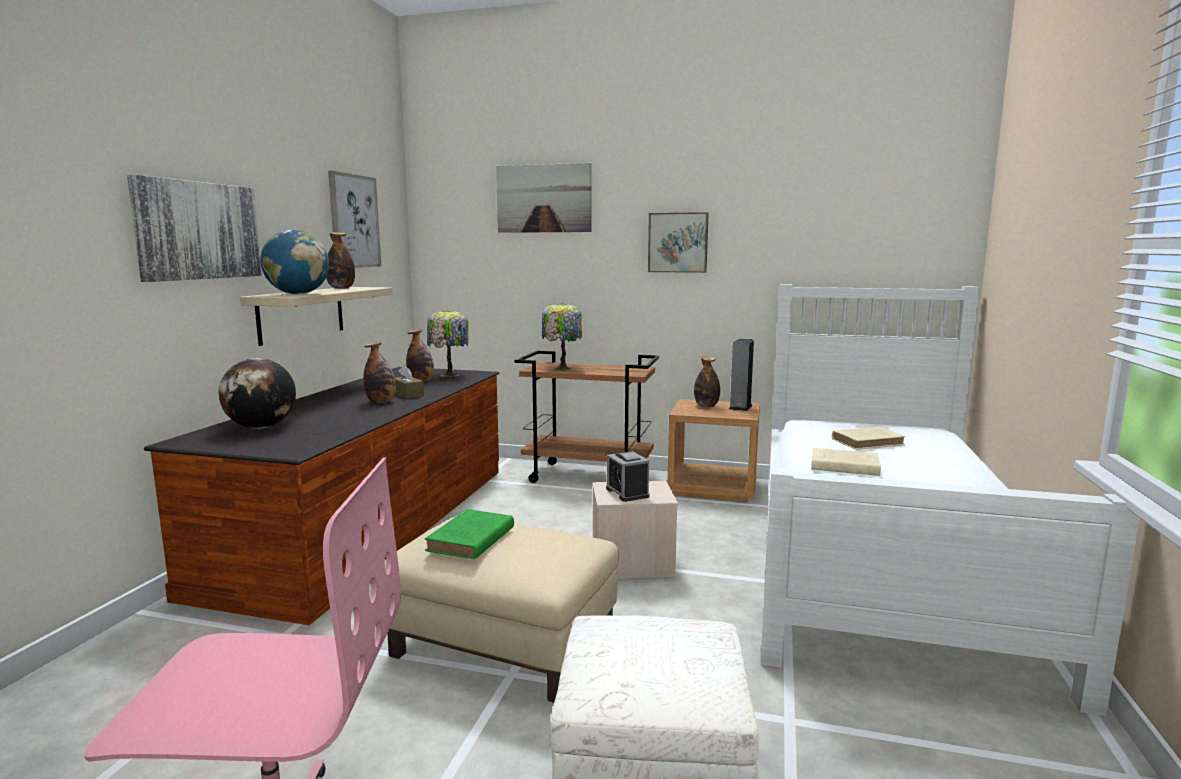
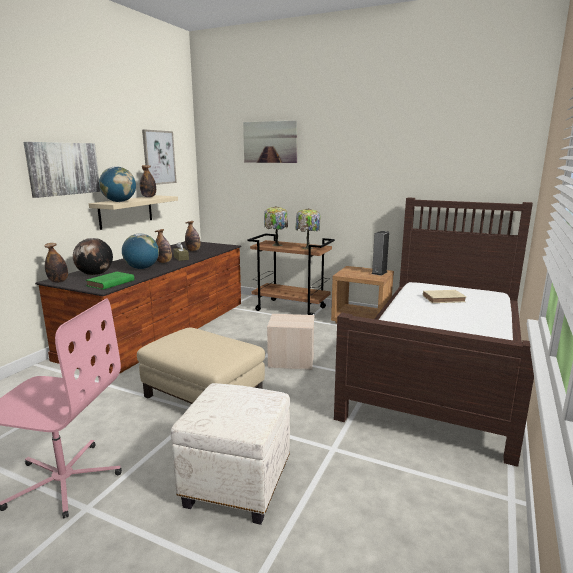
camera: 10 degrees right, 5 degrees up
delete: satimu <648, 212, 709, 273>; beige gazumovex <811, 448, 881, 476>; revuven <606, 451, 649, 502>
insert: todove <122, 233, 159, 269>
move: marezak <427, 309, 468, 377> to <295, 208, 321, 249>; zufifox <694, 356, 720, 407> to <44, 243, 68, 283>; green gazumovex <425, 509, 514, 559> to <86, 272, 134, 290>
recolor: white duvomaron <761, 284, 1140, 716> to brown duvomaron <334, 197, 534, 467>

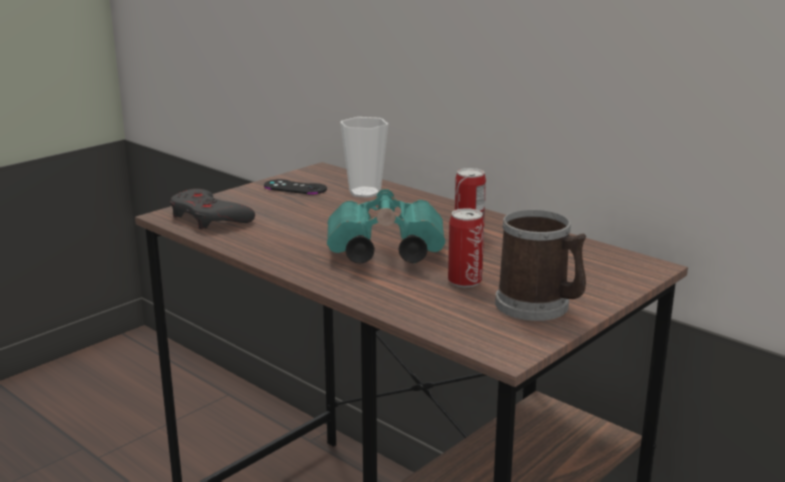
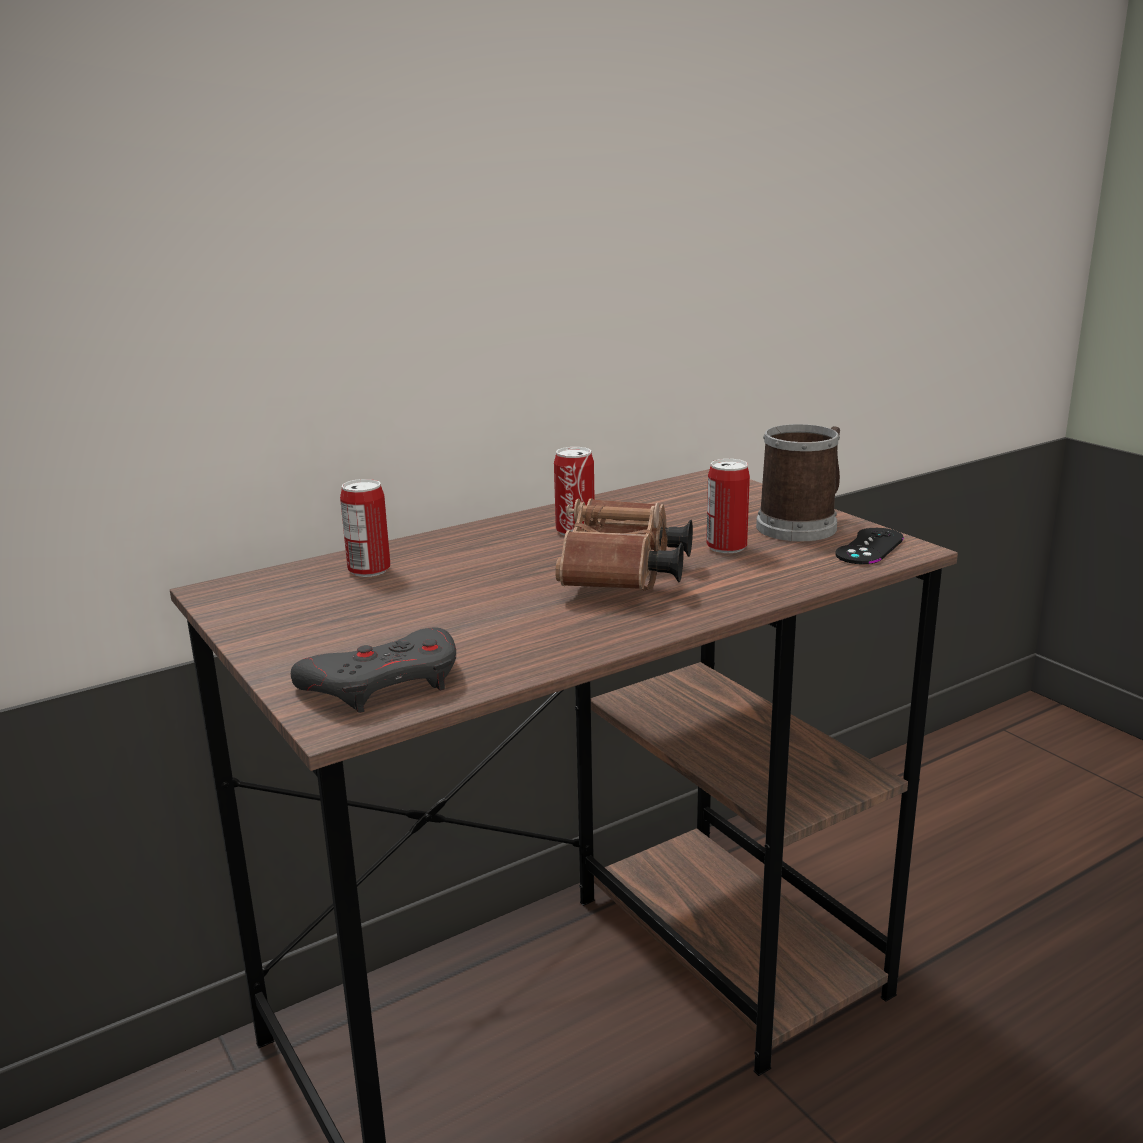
camera: 75 degrees left, 0 degrees up
move: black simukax <264, 179, 327, 194> to <835, 528, 904, 564>
replace: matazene <340, 117, 388, 198> to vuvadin <340, 479, 390, 577>
recolor: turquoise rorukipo <327, 189, 445, 264> to brown rorukipo <555, 498, 693, 591>

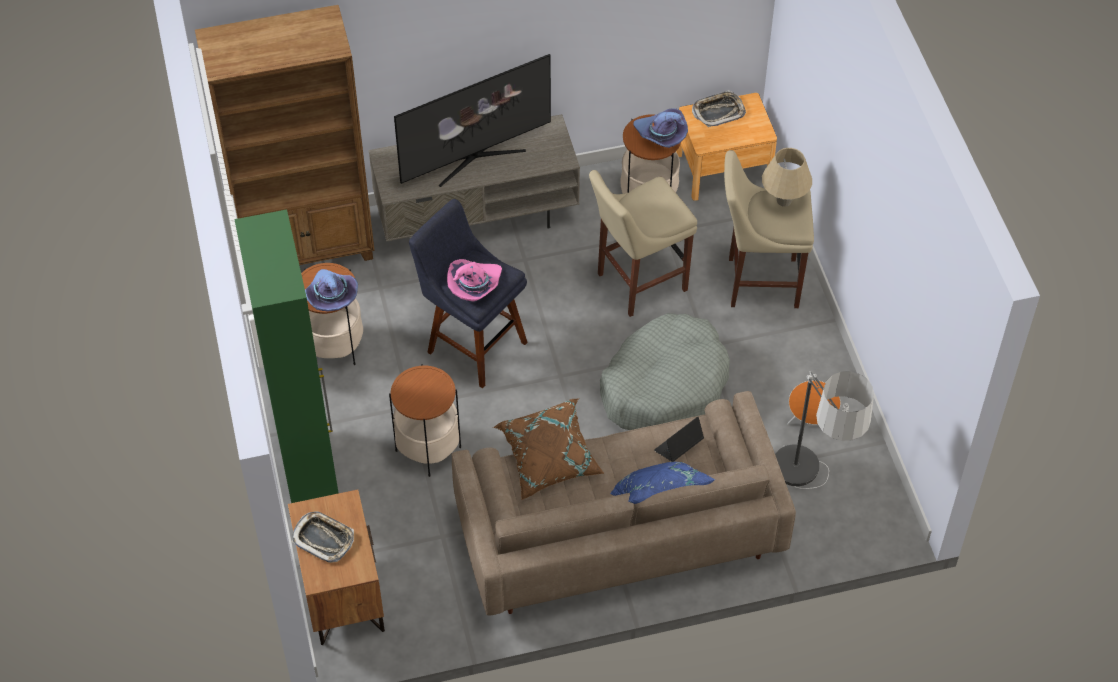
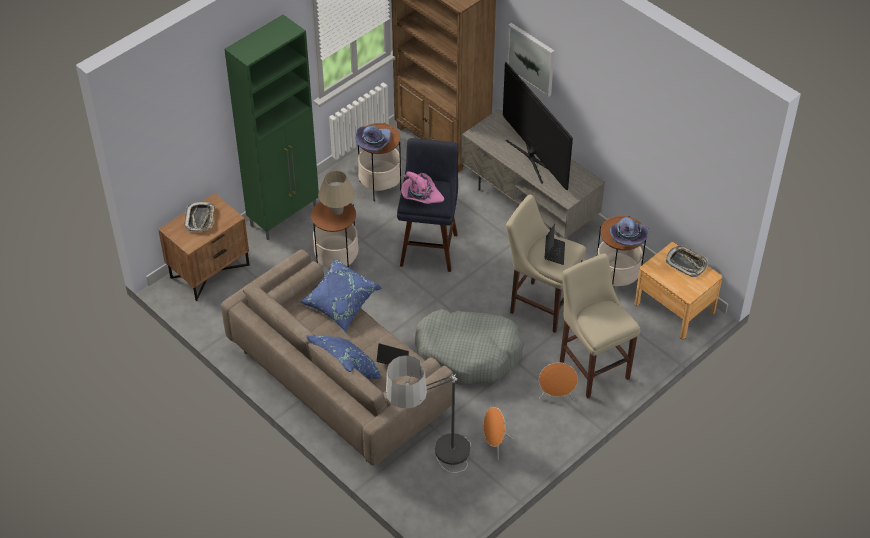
camera: 60 degrees right, 5 degrees down
insert: satimu <507, 23, 554, 97>; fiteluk <544, 224, 565, 265>; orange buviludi <539, 362, 578, 400>
move: beige marezak <762, 148, 812, 207> to <318, 170, 355, 215>
recolor: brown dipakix <493, 398, 604, 500> to blue dipakix <300, 259, 381, 332>
rotate: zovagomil <394, 54, 551, 187> = <503, 62, 573, 190> 150 degrees counterclockwise

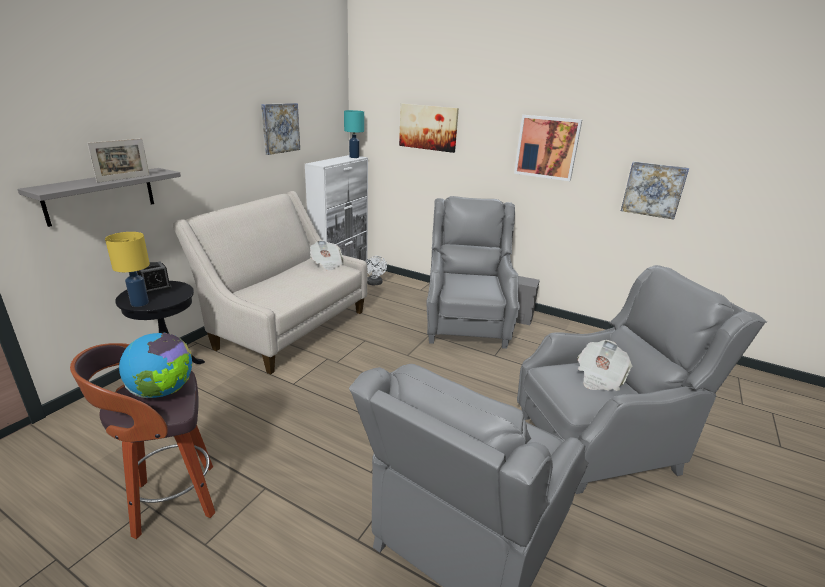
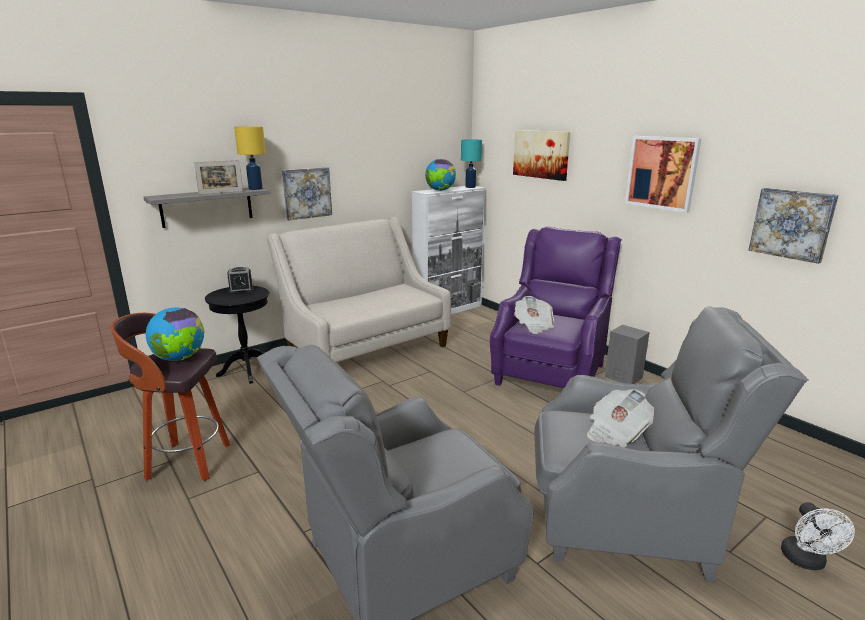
camera: 25 degrees right, 5 degrees down
insert: todove <425, 159, 456, 191>
move: satimu <261, 103, 300, 155> to <282, 167, 332, 221>; yellow marezak <105, 232, 150, 307> to <234, 127, 266, 190>; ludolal <310, 240, 344, 271> to <514, 296, 554, 334>; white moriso <366, 256, 387, 285> to <781, 502, 855, 570>
recolor: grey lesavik <427, 196, 520, 349> to purple lesavik <490, 227, 622, 388>

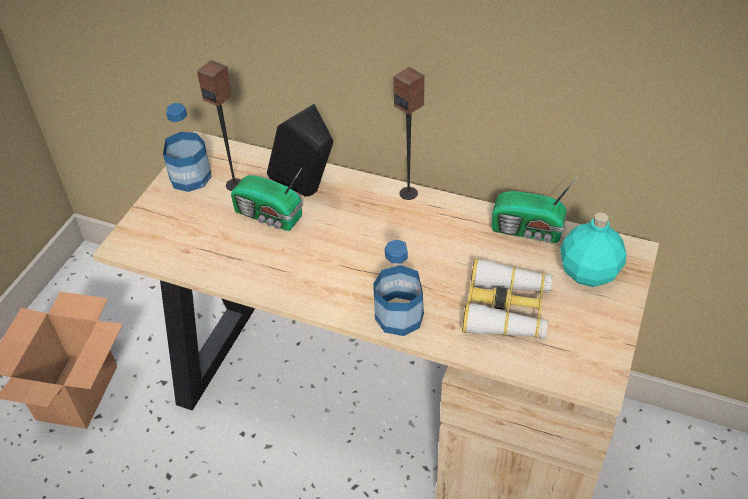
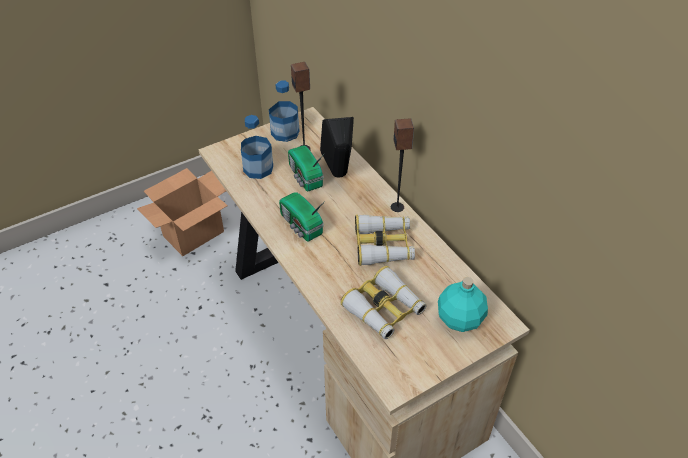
camera: 35 degrees right, 0 degrees up
insert: rorukipo <355, 215, 415, 266>
move: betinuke <491, 176, 578, 243> to <279, 192, 325, 241>; zufifox <373, 240, 424, 336> to <241, 115, 273, 179>

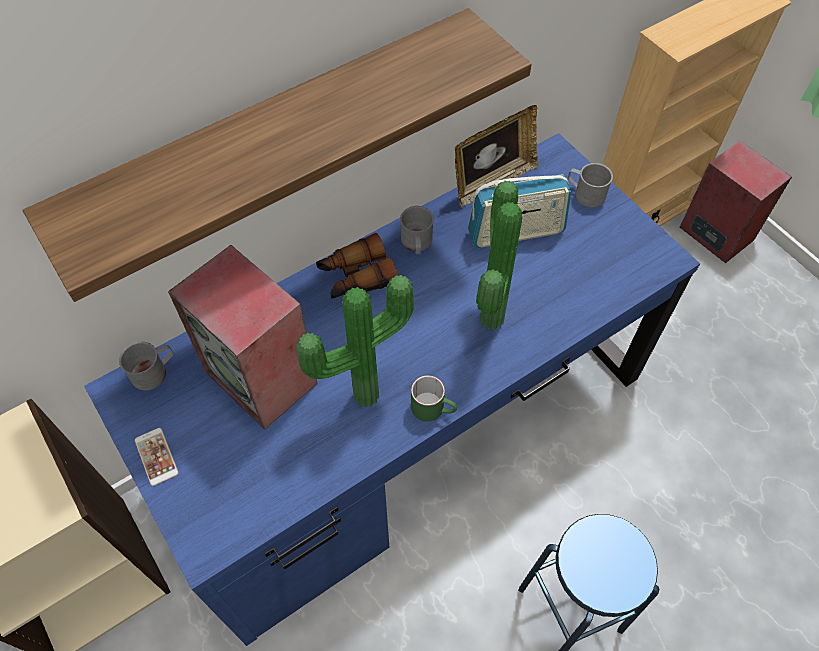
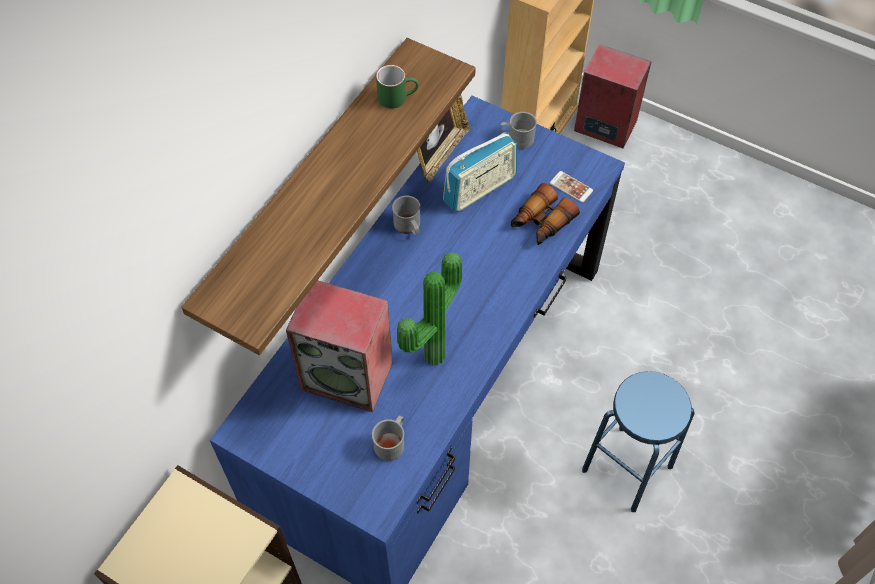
camera: 25 degrees left, 0 degrees up
delete: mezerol <476, 181, 522, 330>
move: rorukipo <316, 233, 398, 299> to <511, 183, 580, 245>; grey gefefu <119, 341, 173, 390> to <372, 415, 404, 461>; green gefefu <411, 375, 457, 422> to <376, 65, 419, 109>; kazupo <135, 428, 179, 486> to <550, 171, 593, 203>

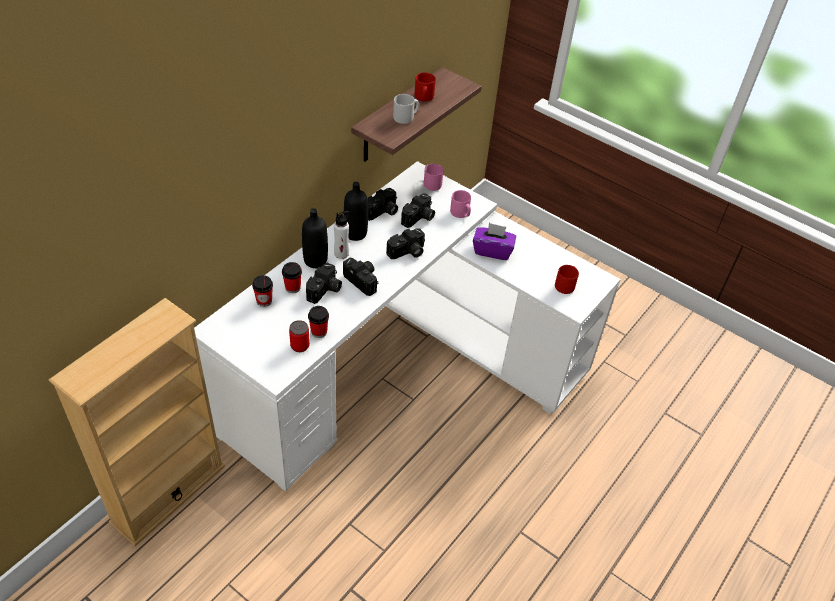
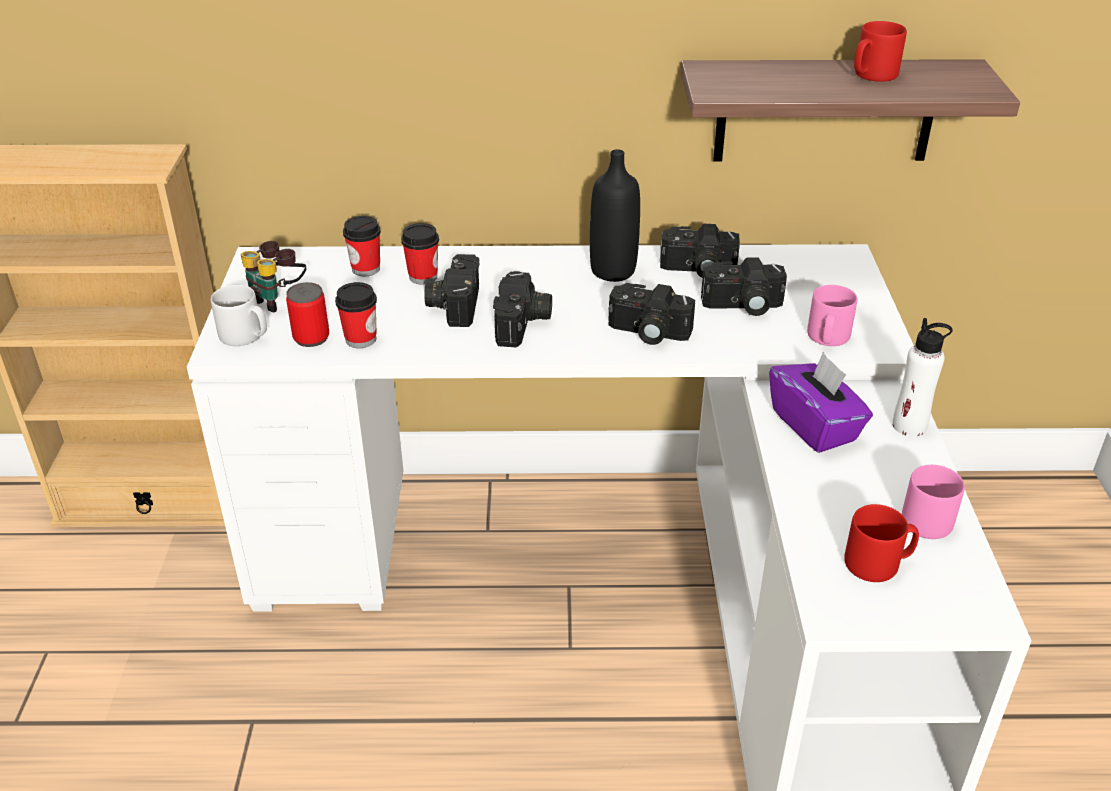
camera: 55 degrees right, 10 degrees down
delete: black zufifox <302, 208, 328, 268>
insert: rorukipo <241, 241, 306, 312>
move: grey gefefu <393, 94, 419, 124> to <211, 285, 267, 346>; pink gefefu <424, 164, 443, 191> to <902, 465, 965, 539>; white zufifox <334, 211, 349, 259> to <892, 318, 953, 437>
rotate: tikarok <306, 263, 342, 304> = <424, 254, 480, 327> 105 degrees clockwise

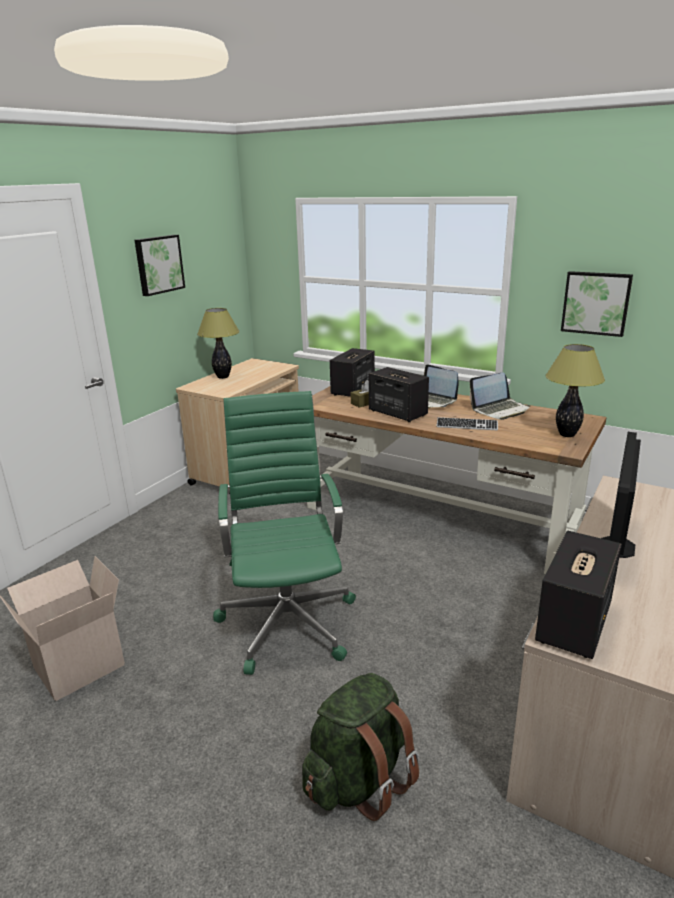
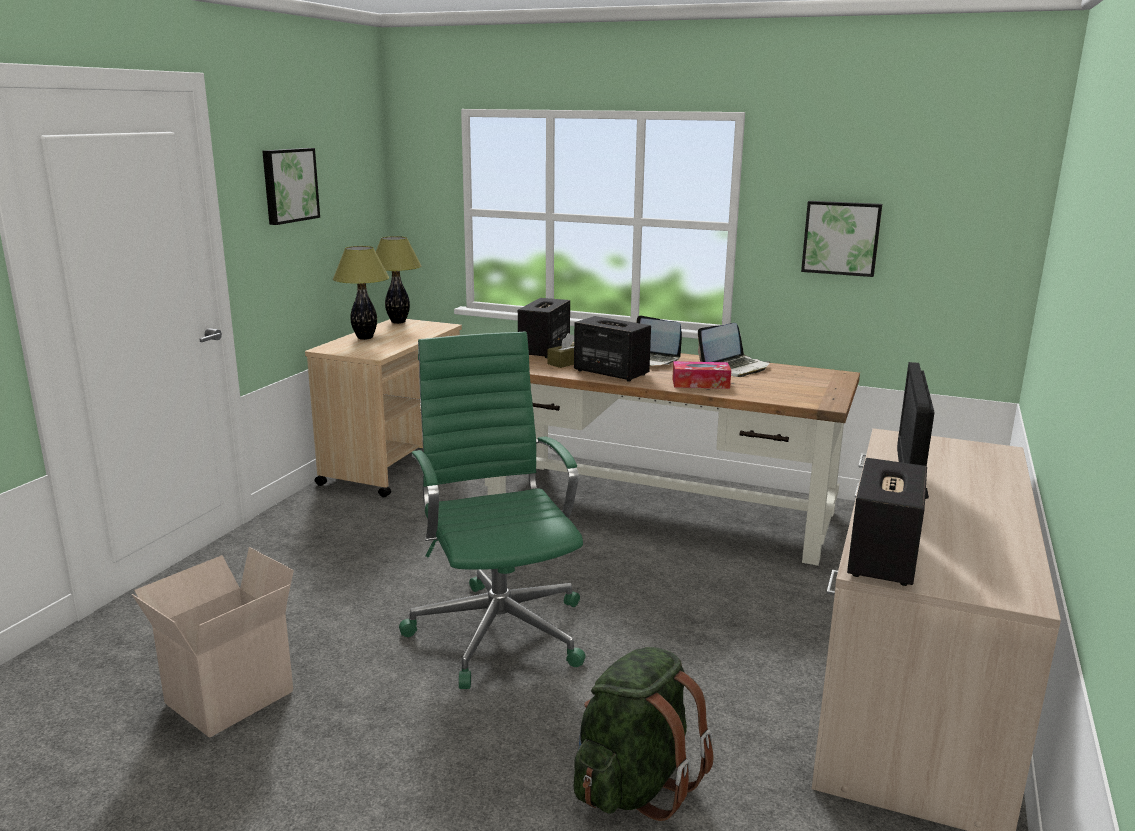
camera: 10 degrees left, 5 degrees down
move: marezak <545, 344, 605, 437> to <376, 236, 422, 324>
replace: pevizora <436, 417, 498, 430> to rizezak <672, 361, 731, 389>

